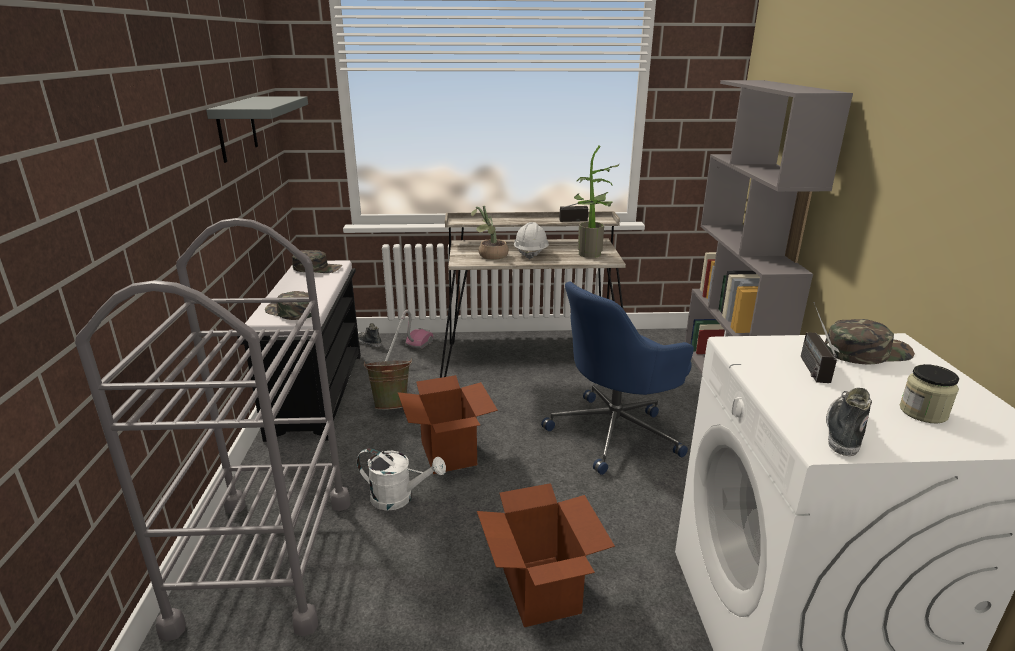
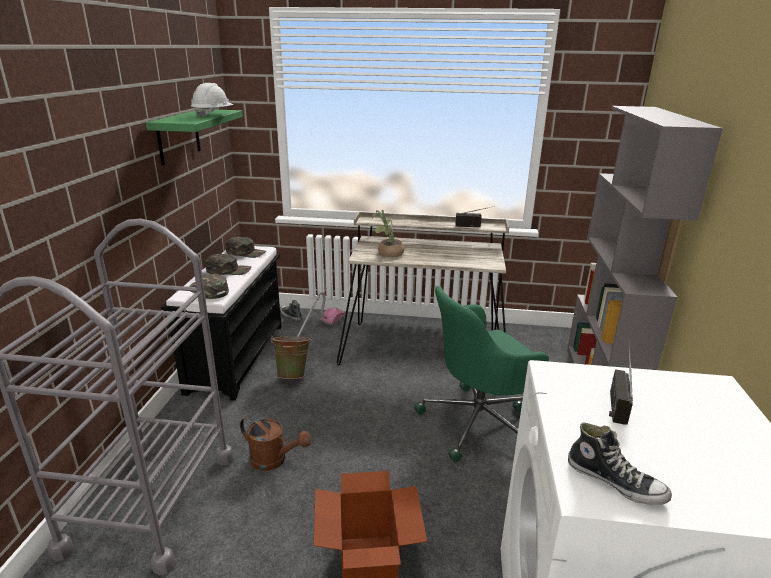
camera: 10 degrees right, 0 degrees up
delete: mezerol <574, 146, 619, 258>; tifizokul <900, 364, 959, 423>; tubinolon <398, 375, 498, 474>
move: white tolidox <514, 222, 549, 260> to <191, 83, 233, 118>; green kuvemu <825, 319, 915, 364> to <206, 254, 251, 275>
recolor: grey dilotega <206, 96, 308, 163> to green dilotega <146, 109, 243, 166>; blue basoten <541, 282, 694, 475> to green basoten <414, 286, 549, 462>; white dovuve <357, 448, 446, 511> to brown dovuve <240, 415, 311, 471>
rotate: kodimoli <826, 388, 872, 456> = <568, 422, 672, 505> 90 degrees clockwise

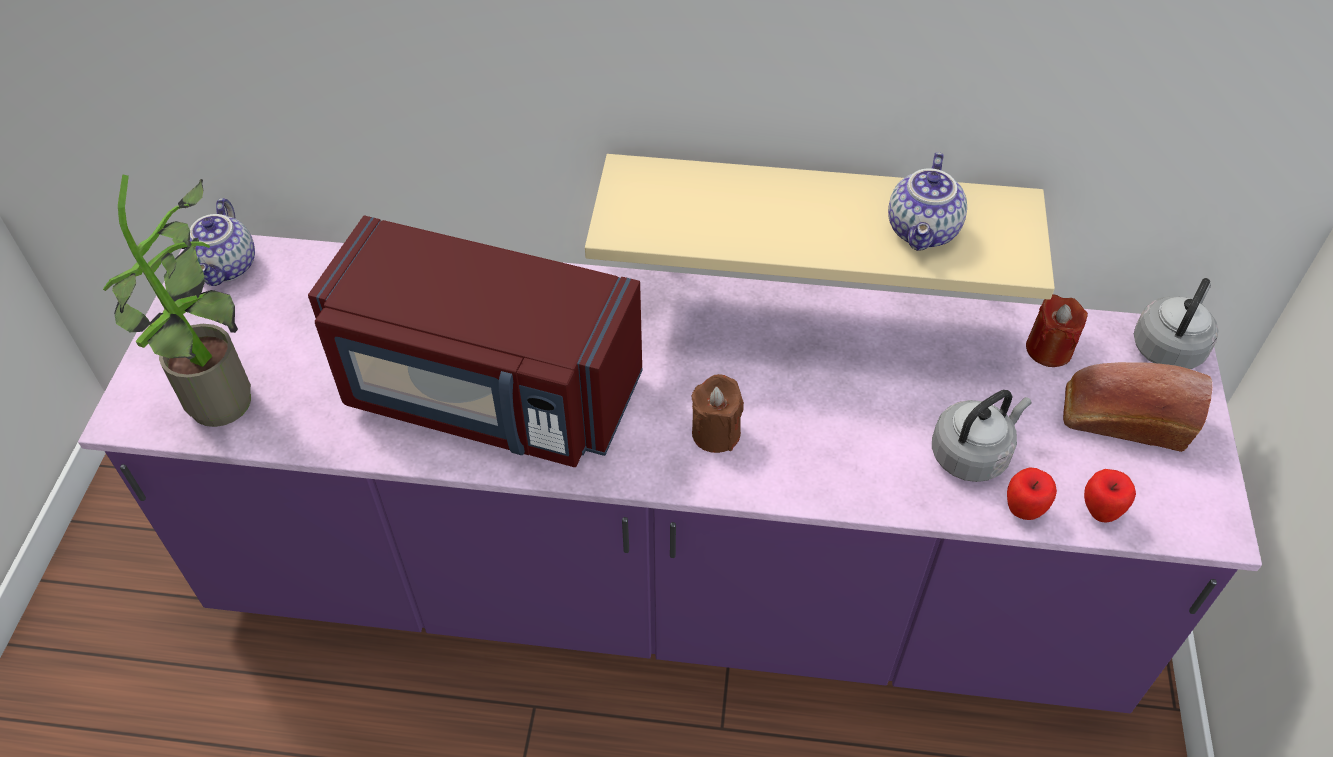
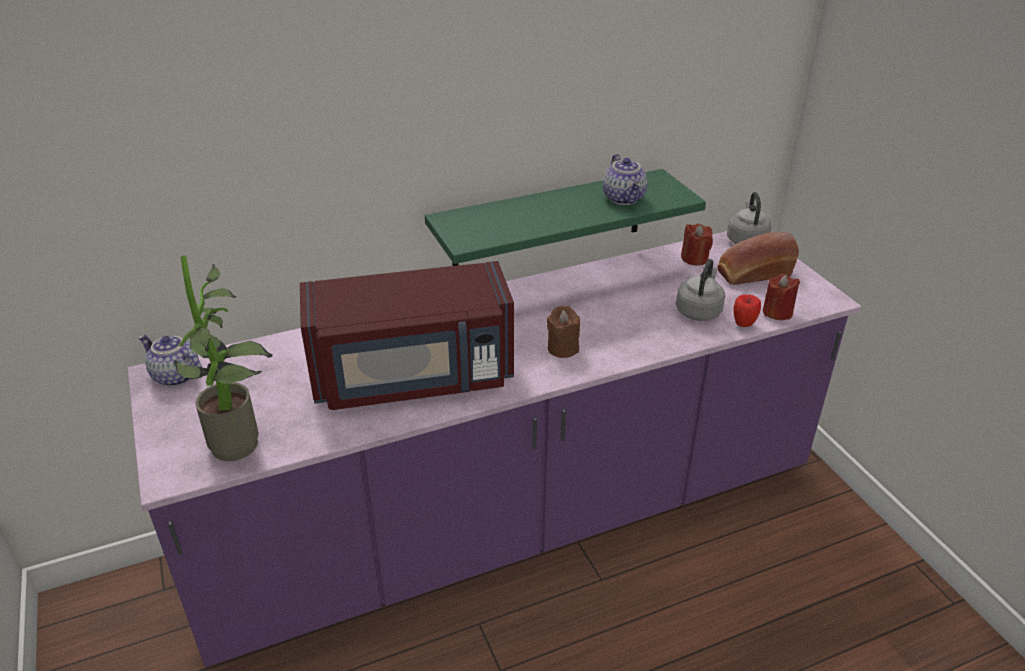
camera: 30 degrees left, 15 degrees down
replace: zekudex <1084, 469, 1136, 523> to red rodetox <763, 274, 800, 320>
recolor: beige dilotega <585, 154, 1055, 300> to green dilotega <425, 169, 706, 266>
rotate: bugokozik <184, 198, 255, 286> = <138, 334, 202, 386> 150 degrees clockwise

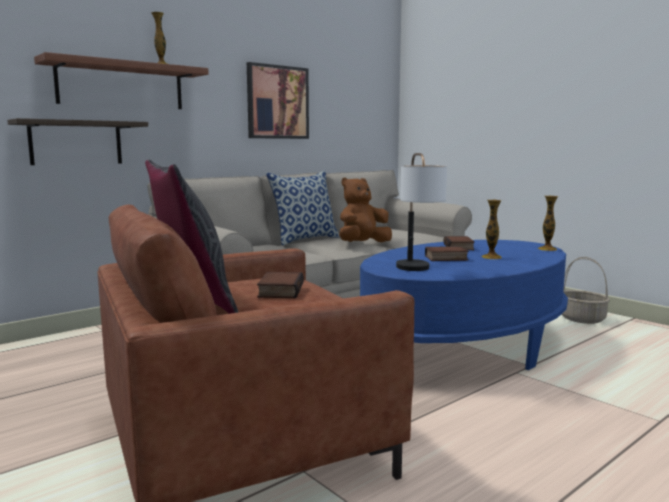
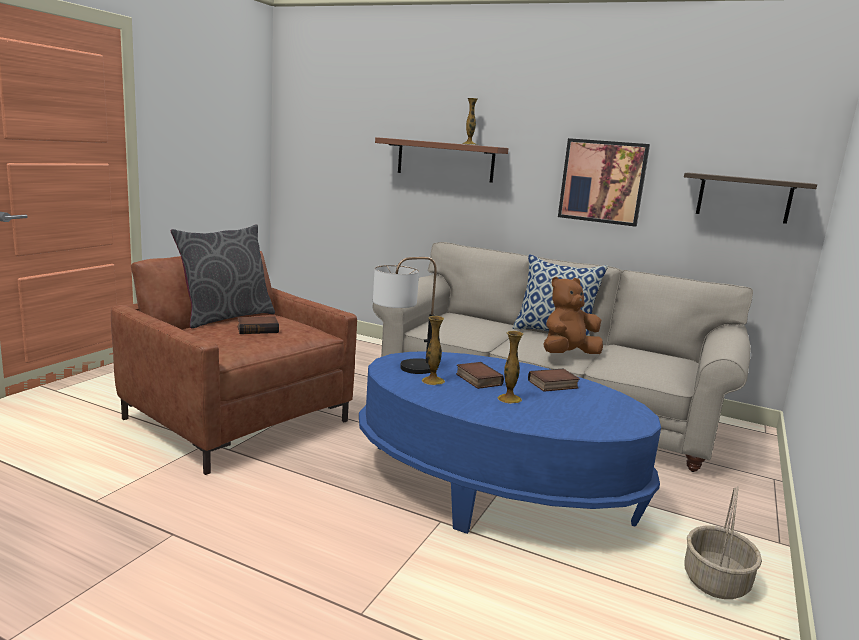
camera: 65 degrees right, 5 degrees up
move: dilotega <7, 118, 148, 165> to <684, 172, 817, 224>; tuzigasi <538, 196, 558, 251> to <422, 316, 445, 385>
rotate: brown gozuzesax <339, 177, 392, 242> = <543, 277, 603, 354> 60 degrees counterclockwise

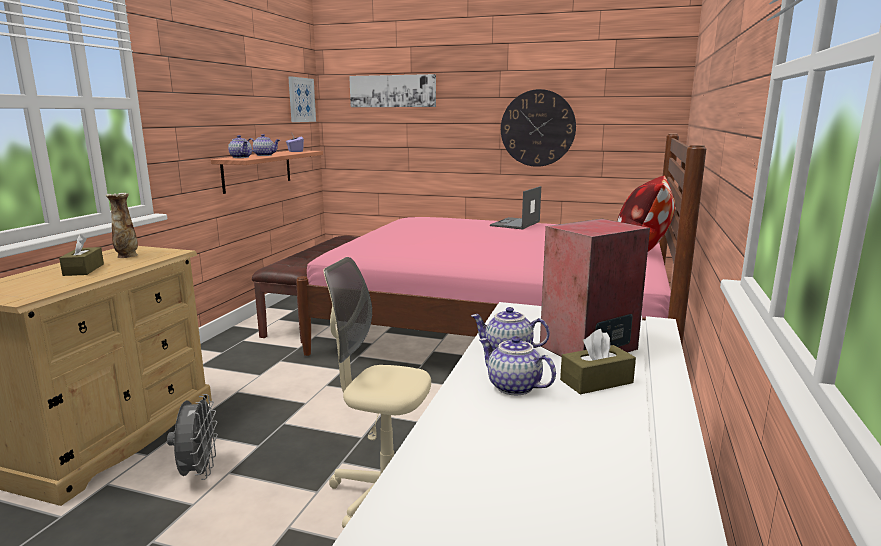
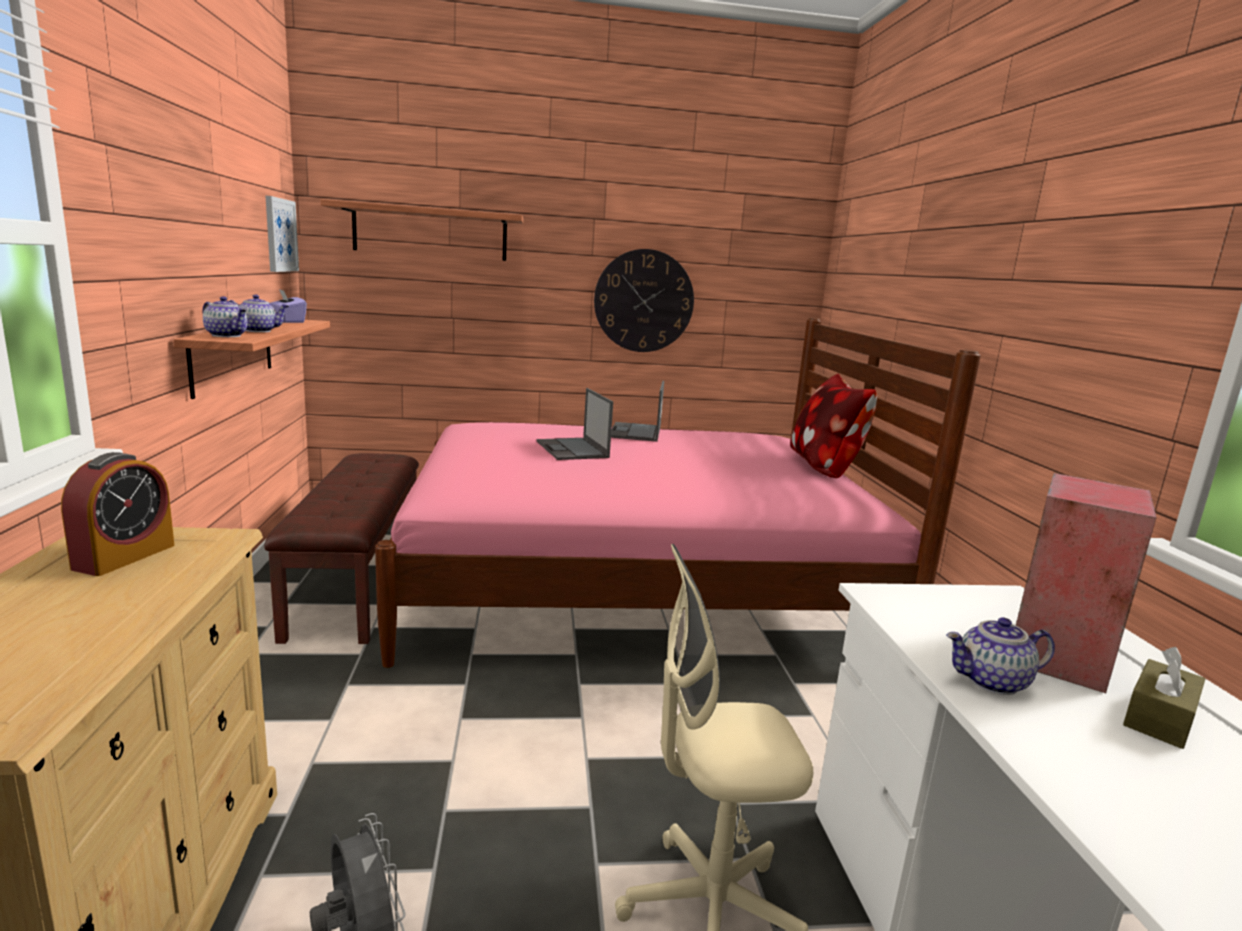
camera: 25 degrees left, 0 degrees up
delete: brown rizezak <59, 235, 104, 276>; bugokozik <479, 336, 556, 395>
insert: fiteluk <536, 388, 613, 460>
replace: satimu <349, 74, 436, 107> to dilotega <320, 199, 523, 261>; tuzigasi <106, 193, 138, 258> to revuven <61, 452, 175, 576>

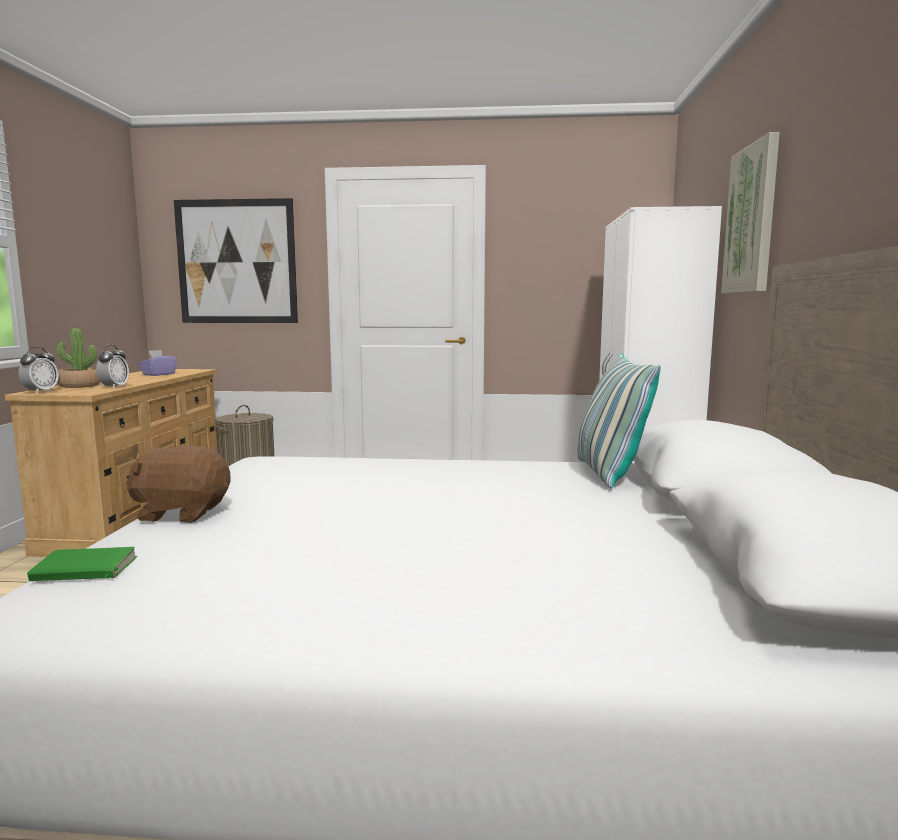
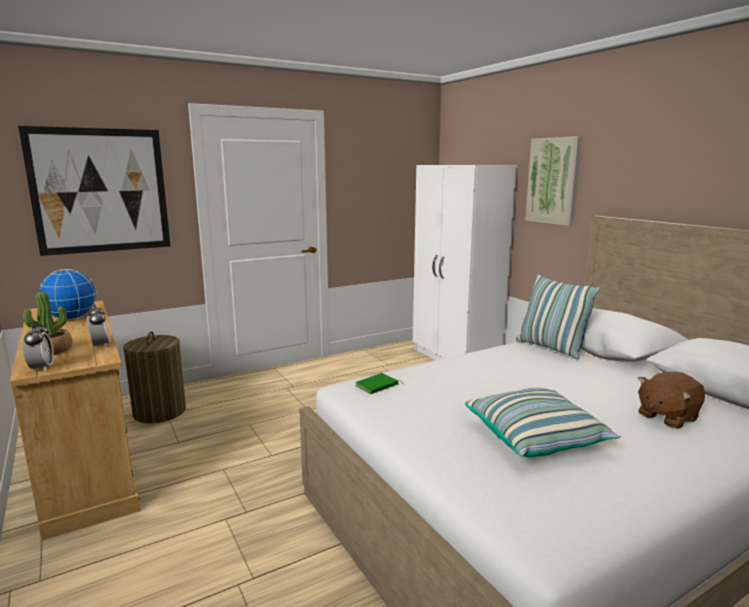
camera: 35 degrees left, 5 degrees up
insert: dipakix <465, 388, 621, 457>
move: brown gozuzesax <126, 446, 231, 523> to <638, 372, 705, 429>; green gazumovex <27, 547, 137, 581> to <355, 373, 401, 394>
replace: purple rizezak <139, 350, 177, 376> to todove <40, 269, 97, 320>

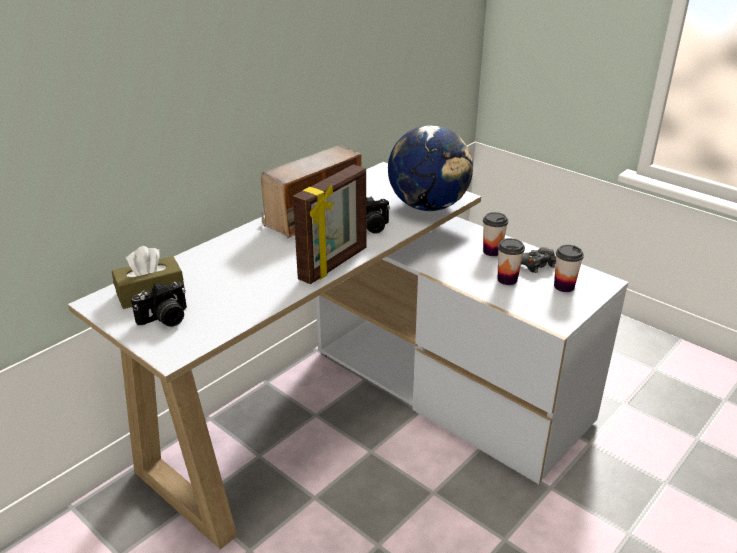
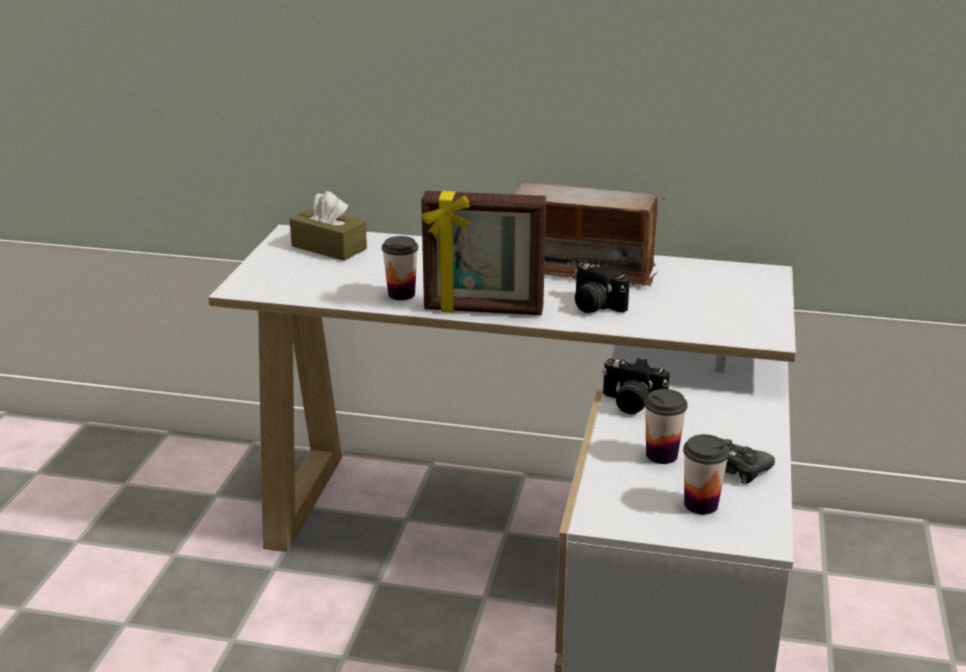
camera: 60 degrees right, 5 degrees down
delete: todove <388, 125, 473, 211>
move: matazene <483, 212, 508, 256> to <382, 236, 418, 300>; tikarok <131, 281, 187, 327> to <602, 358, 670, 414>

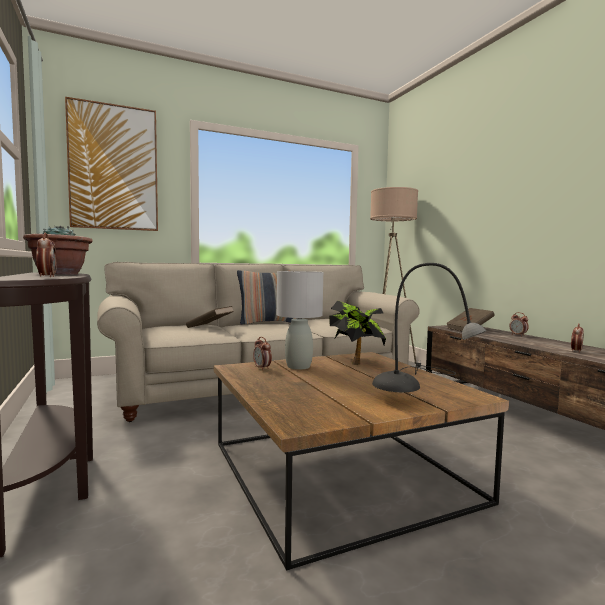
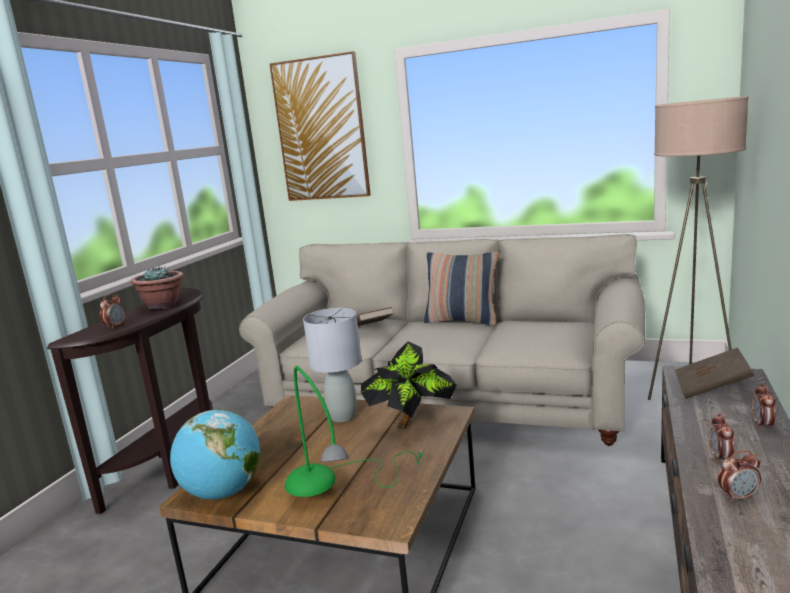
camera: 45 degrees right, 10 degrees up
insert: todove <170, 409, 260, 499>
move: revuven <253, 337, 272, 370> to <708, 413, 735, 464>
recolor: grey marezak <372, 263, 486, 392> to green marezak <285, 366, 422, 497>

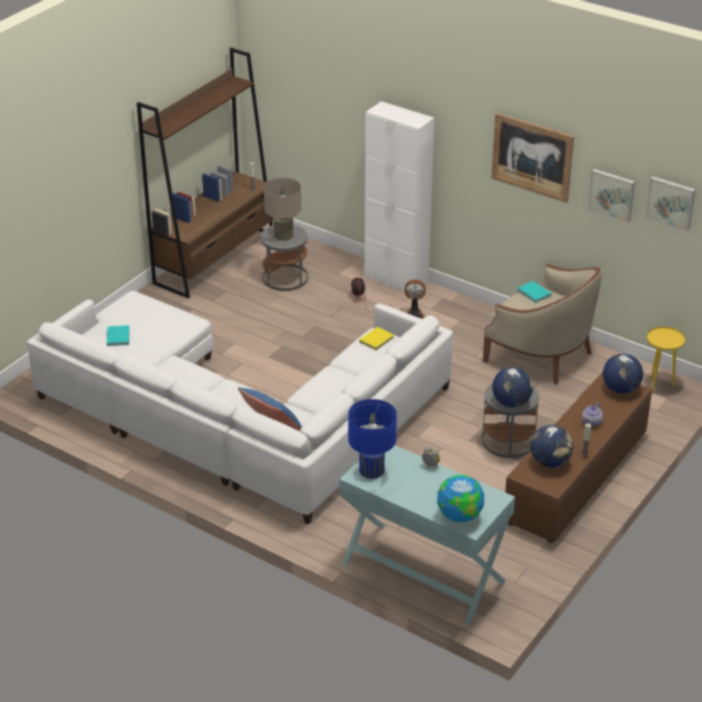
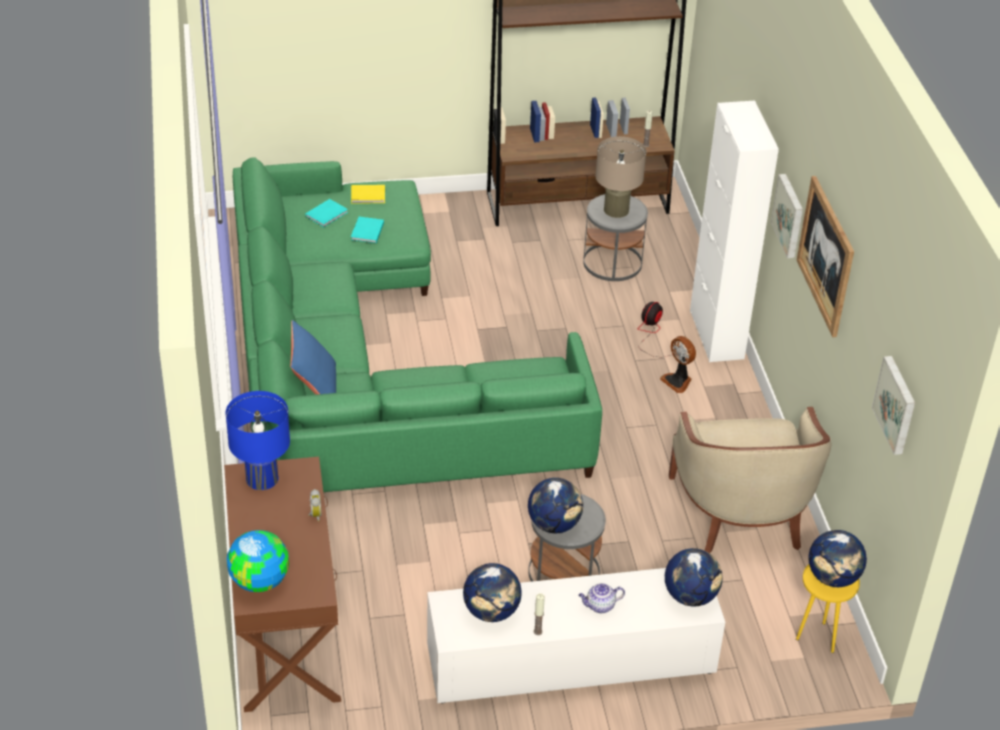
camera: 45 degrees right, 5 degrees up
insert: todove <808, 530, 867, 587>
move: satimu <588, 169, 635, 223> to <771, 174, 803, 258>; turquoise gazumovex <517, 281, 551, 303> to <351, 217, 384, 244>; yellow gazumovex <359, 327, 394, 350> to <351, 185, 385, 204>
recolor: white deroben <27, 291, 453, 524> to green deroben <233, 158, 602, 492>; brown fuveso <505, 372, 652, 543> to white fuveso <427, 568, 725, 703>; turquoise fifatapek <339, 445, 515, 625> to brown fifatapek <224, 457, 341, 712>

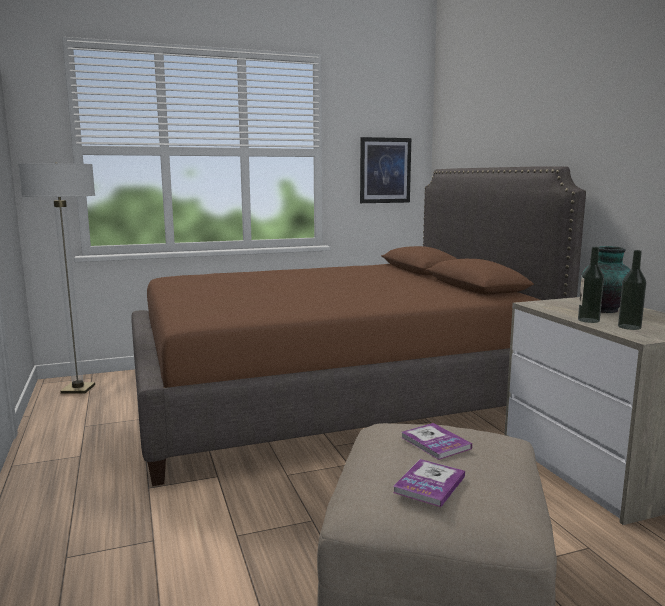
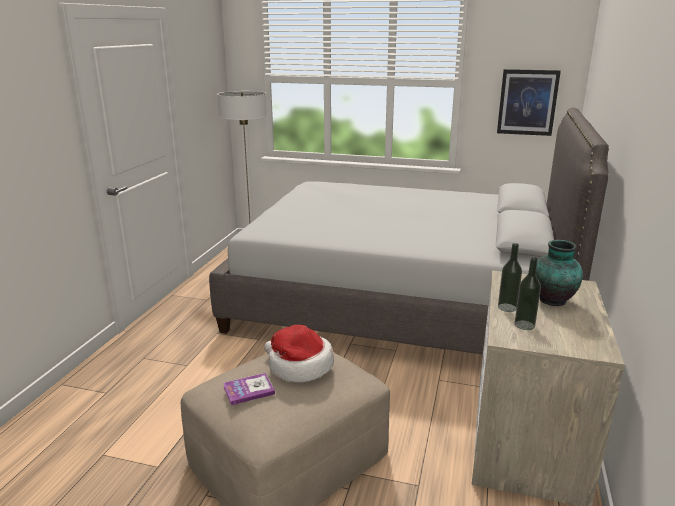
camera: 35 degrees right, 10 degrees up
replace: gazumovex <401, 423, 472, 460> to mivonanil <264, 325, 334, 382>
recolor: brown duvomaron <131, 166, 586, 486> to grey duvomaron <209, 108, 609, 354>

